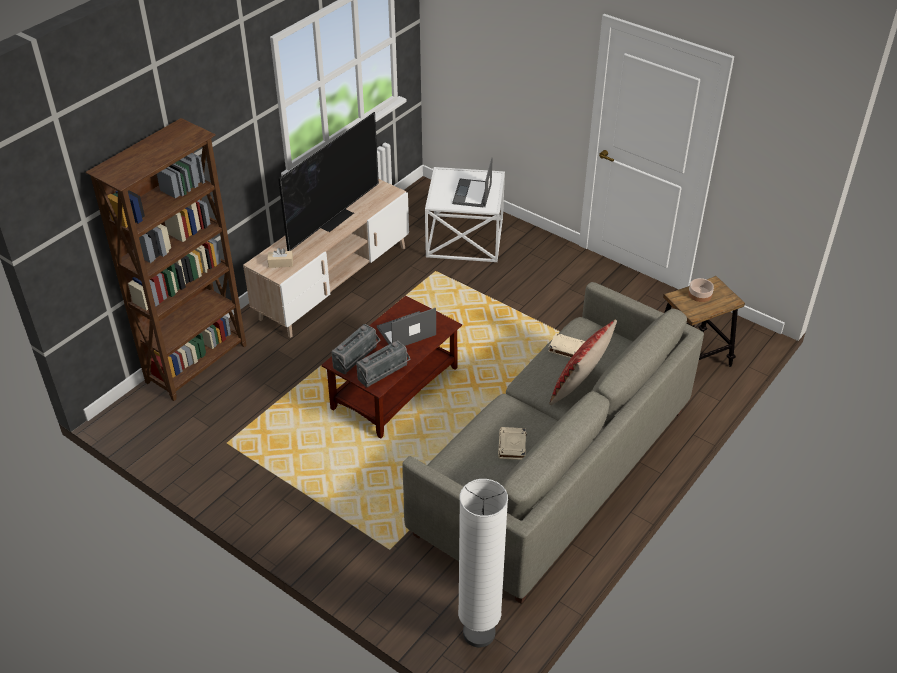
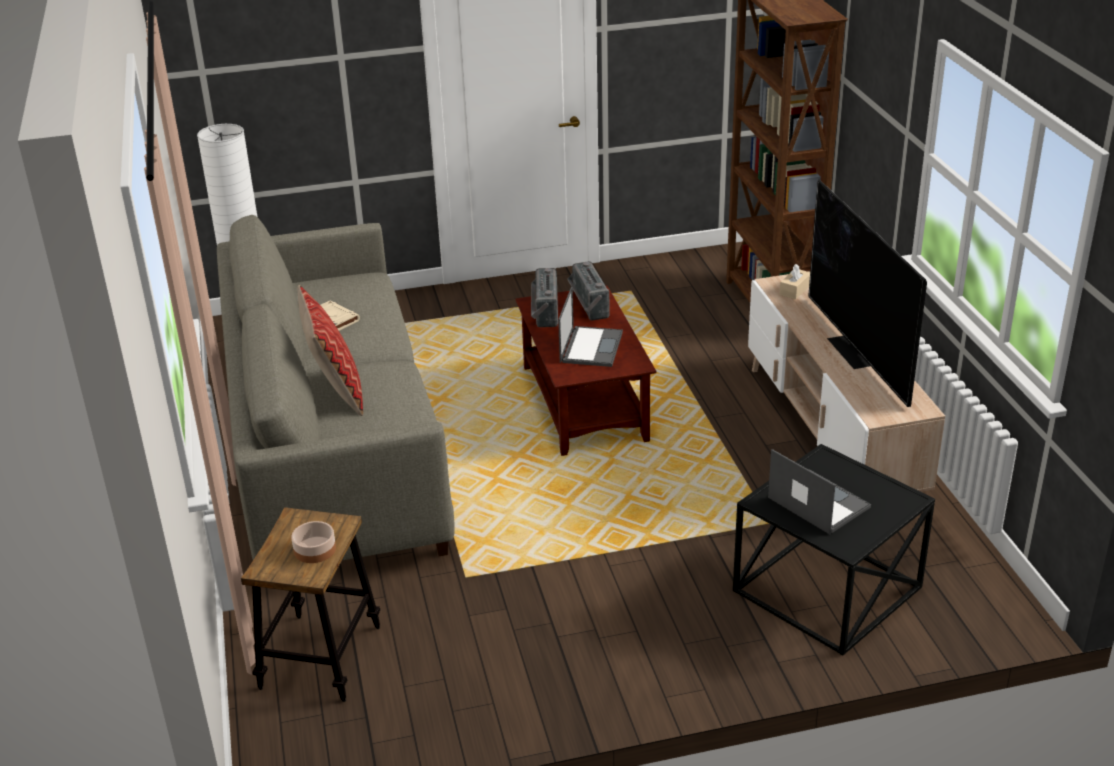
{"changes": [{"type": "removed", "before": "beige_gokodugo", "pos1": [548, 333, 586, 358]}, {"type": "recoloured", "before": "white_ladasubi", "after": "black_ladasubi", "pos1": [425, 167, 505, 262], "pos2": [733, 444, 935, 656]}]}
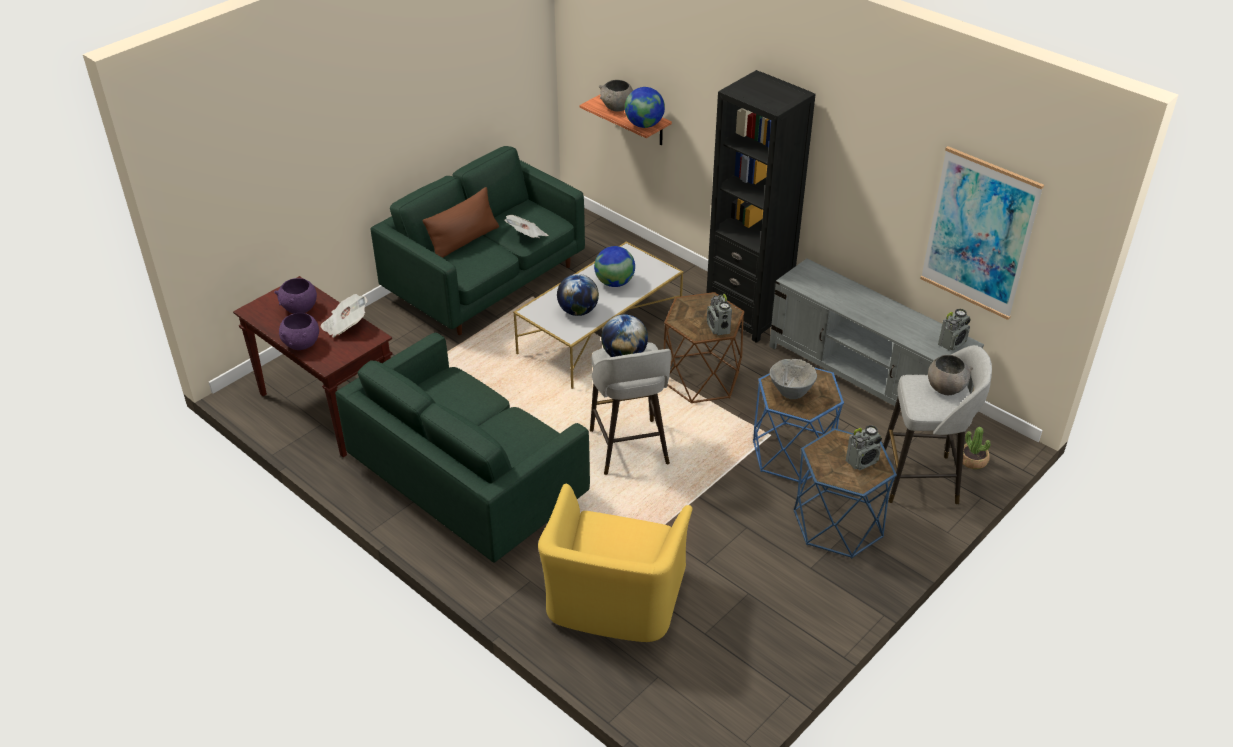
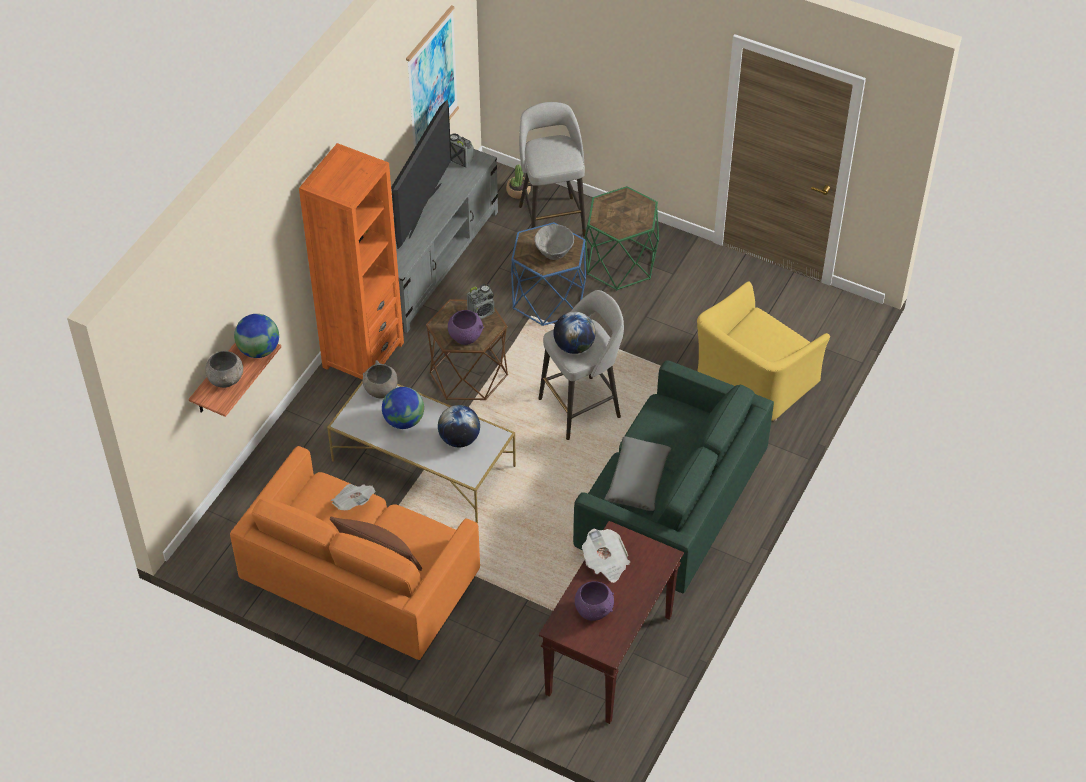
{"changes": [{"type": "removed", "before": "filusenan", "pos1": [846, 425, 882, 470]}, {"type": "added", "after": "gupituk", "pos2": [391, 99, 451, 249]}, {"type": "added", "after": "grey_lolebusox", "pos2": [605, 437, 671, 511]}, {"type": "moved", "before": "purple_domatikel", "pos1": [279, 313, 319, 350], "pos2": [448, 310, 484, 345]}, {"type": "moved", "before": "grey_domatikel", "pos1": [928, 355, 973, 395], "pos2": [362, 360, 398, 399]}, {"type": "recoloured", "before": "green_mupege", "after": "orange_mupege", "pos1": [370, 146, 585, 335], "pos2": [230, 446, 480, 660]}, {"type": "recoloured", "before": "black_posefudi", "after": "orange_posefudi", "pos1": [706, 70, 816, 343], "pos2": [299, 143, 404, 380]}, {"type": "recoloured", "before": "blue_ladasubi", "after": "green_ladasubi", "pos1": [793, 428, 897, 559], "pos2": [585, 186, 659, 291]}, {"type": "turned", "before": "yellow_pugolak", "pos1": [538, 484, 692, 642], "pos2": [697, 281, 830, 421], "turn": 135}]}
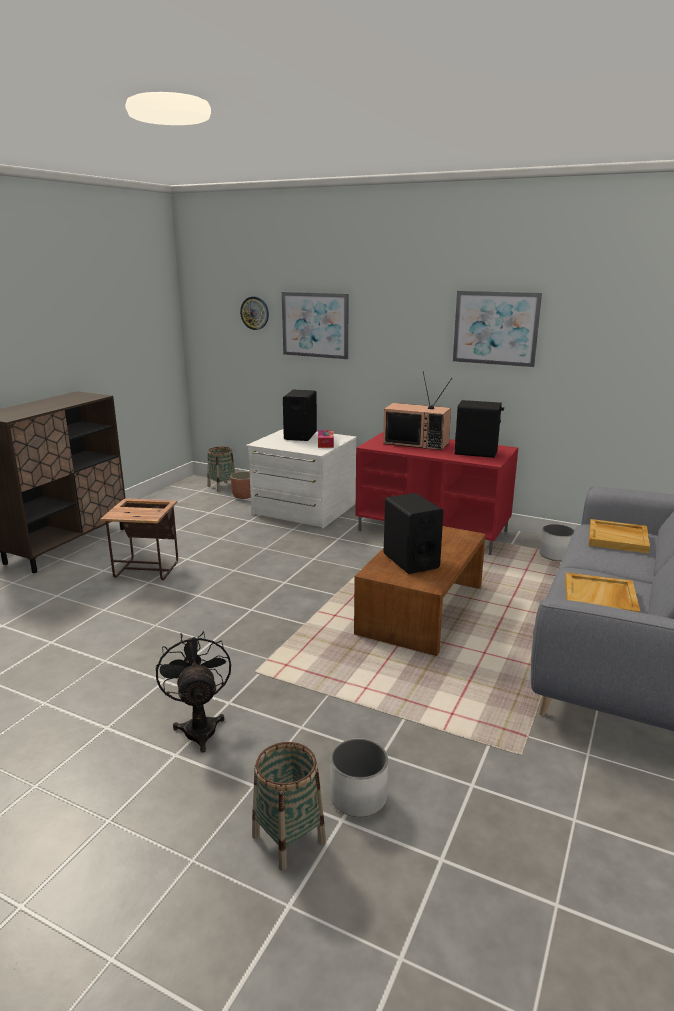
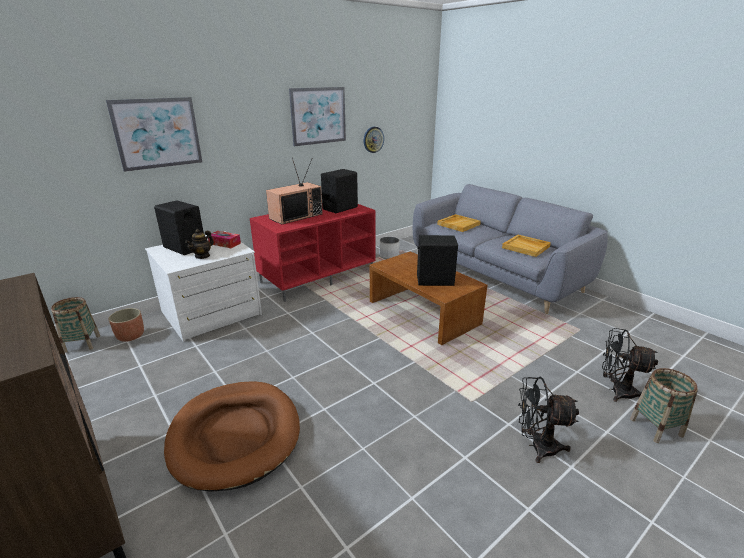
{"changes": [{"type": "added", "after": "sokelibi", "pos2": [185, 229, 214, 259]}, {"type": "moved", "before": "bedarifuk", "pos1": [240, 297, 269, 330], "pos2": [364, 127, 384, 153]}, {"type": "replaced", "before": "ladasubi", "after": "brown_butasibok", "pos1": [100, 498, 178, 580], "pos2": [164, 381, 300, 492]}, {"type": "replaced", "before": "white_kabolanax", "after": "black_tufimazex", "pos1": [330, 738, 388, 817], "pos2": [602, 328, 658, 402]}]}
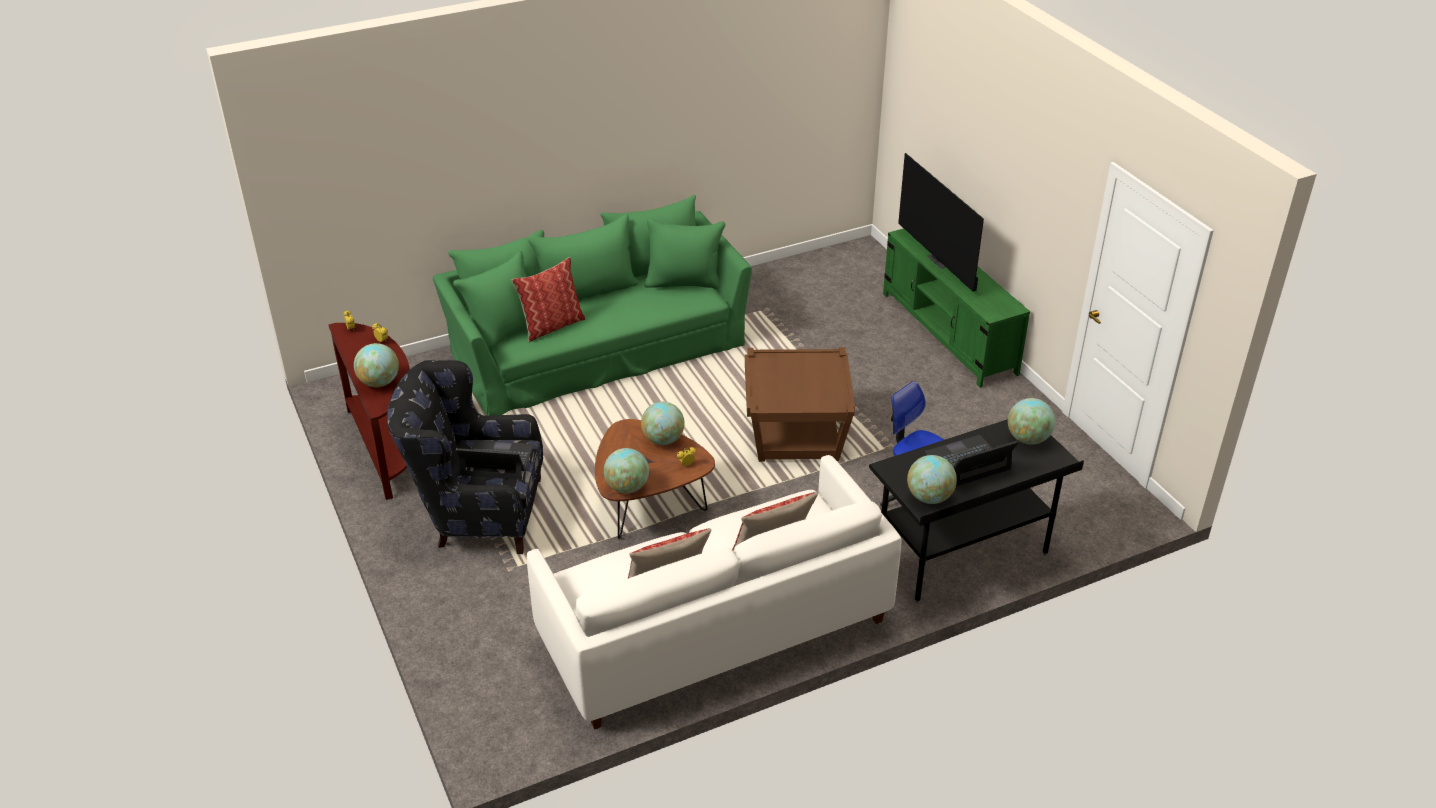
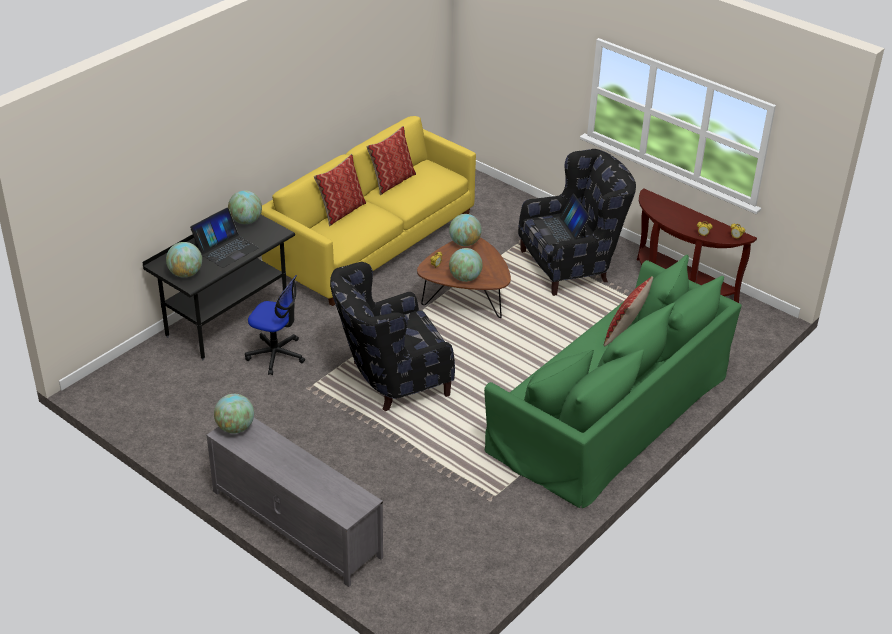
{"changes": [{"type": "removed", "before": "gupituk", "pos1": [898, 153, 984, 292]}, {"type": "moved", "before": "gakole", "pos1": [354, 343, 399, 387], "pos2": [214, 394, 254, 434]}, {"type": "replaced", "before": "brown_ladasubi", "after": "black_pugolak", "pos1": [745, 347, 855, 462], "pos2": [330, 262, 455, 412]}, {"type": "recoloured", "before": "white_mupege", "after": "yellow_mupege", "pos1": [527, 455, 902, 730], "pos2": [261, 116, 476, 306]}, {"type": "recoloured", "before": "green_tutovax", "after": "grey_tutovax", "pos1": [883, 228, 1030, 388], "pos2": [206, 418, 383, 587]}, {"type": "turned", "before": "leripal", "pos1": [456, 440, 534, 480], "pos2": [533, 193, 591, 245], "turn": 90}]}
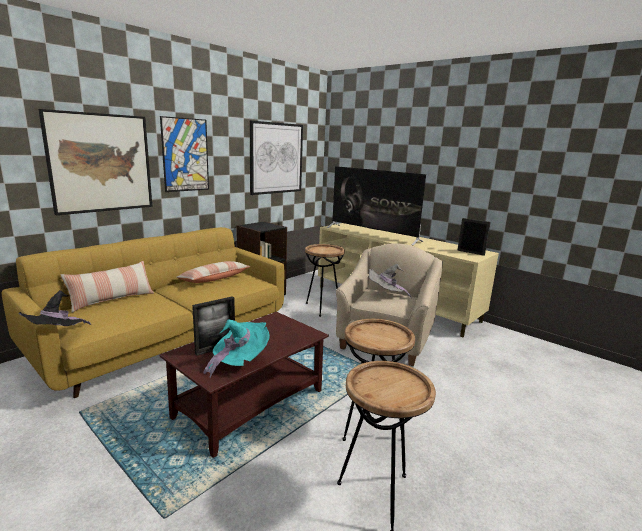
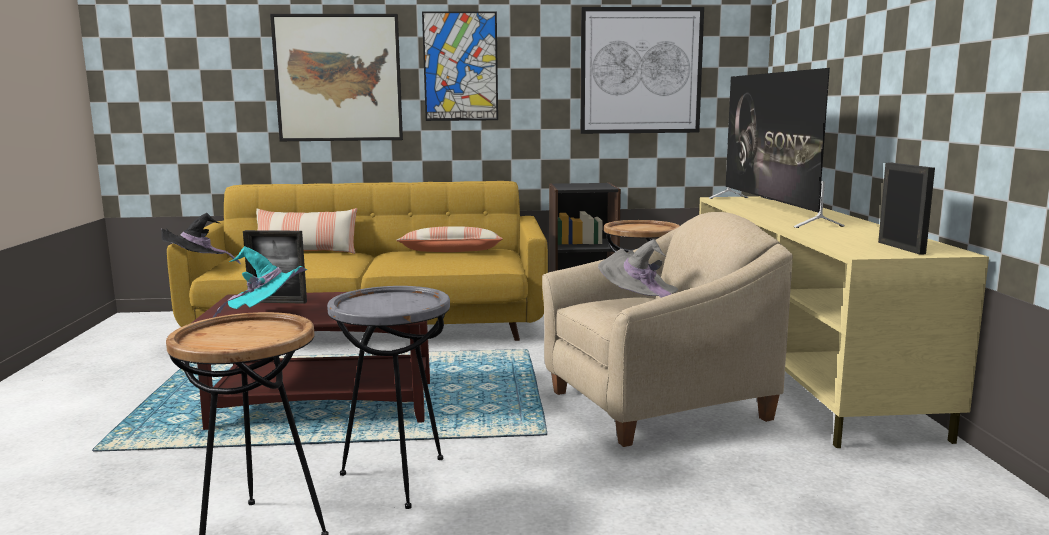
{"changes": [{"type": "recoloured", "before": "brown_ladasubi", "after": "grey_ladasubi", "pos1": [342, 319, 415, 441], "pos2": [327, 286, 450, 509]}]}
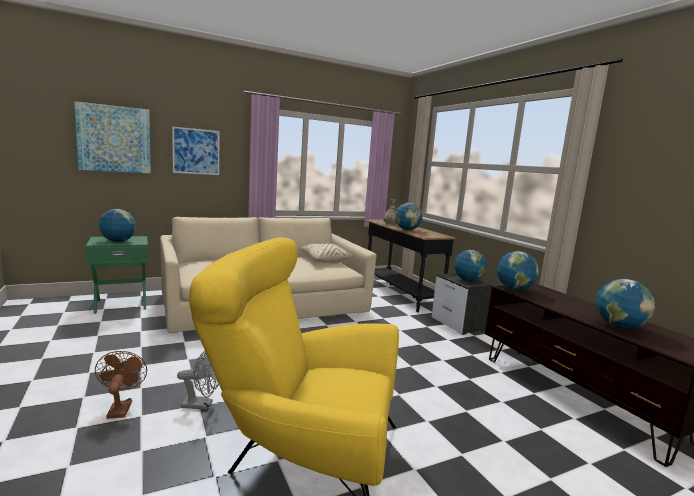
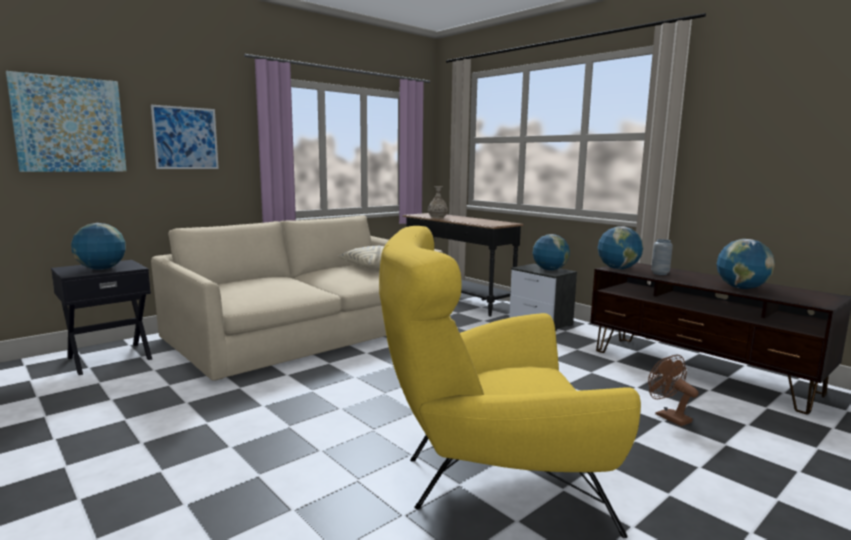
{"changes": [{"type": "removed", "before": "grey_tufimazex", "pos1": [177, 351, 219, 410]}, {"type": "removed", "before": "gakole", "pos1": [395, 203, 423, 230]}, {"type": "added", "after": "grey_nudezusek", "pos2": [651, 239, 673, 275]}, {"type": "moved", "before": "brown_tufimazex", "pos1": [95, 351, 147, 419], "pos2": [648, 355, 699, 426]}, {"type": "recoloured", "before": "green_ladasubi", "after": "black_ladasubi", "pos1": [86, 236, 148, 314], "pos2": [51, 260, 152, 375]}]}
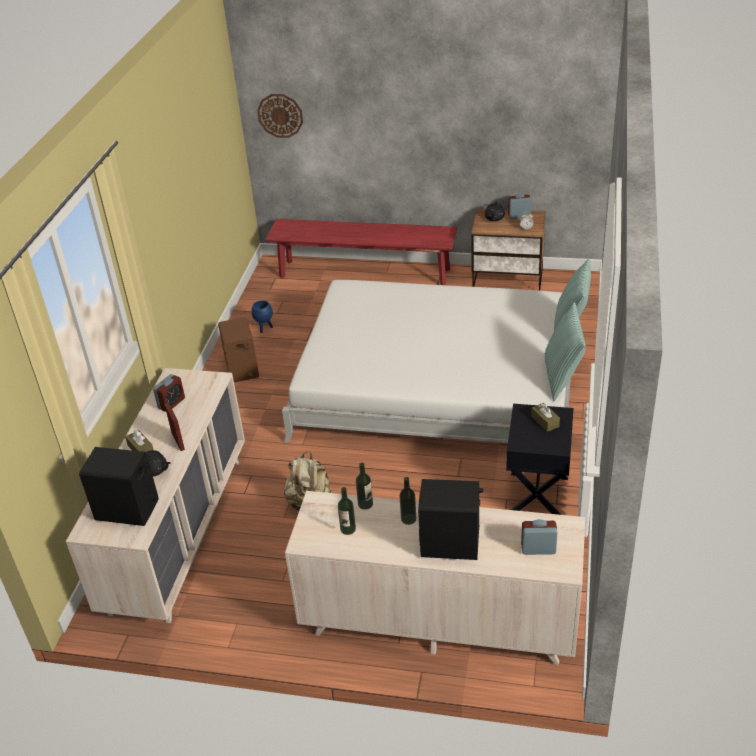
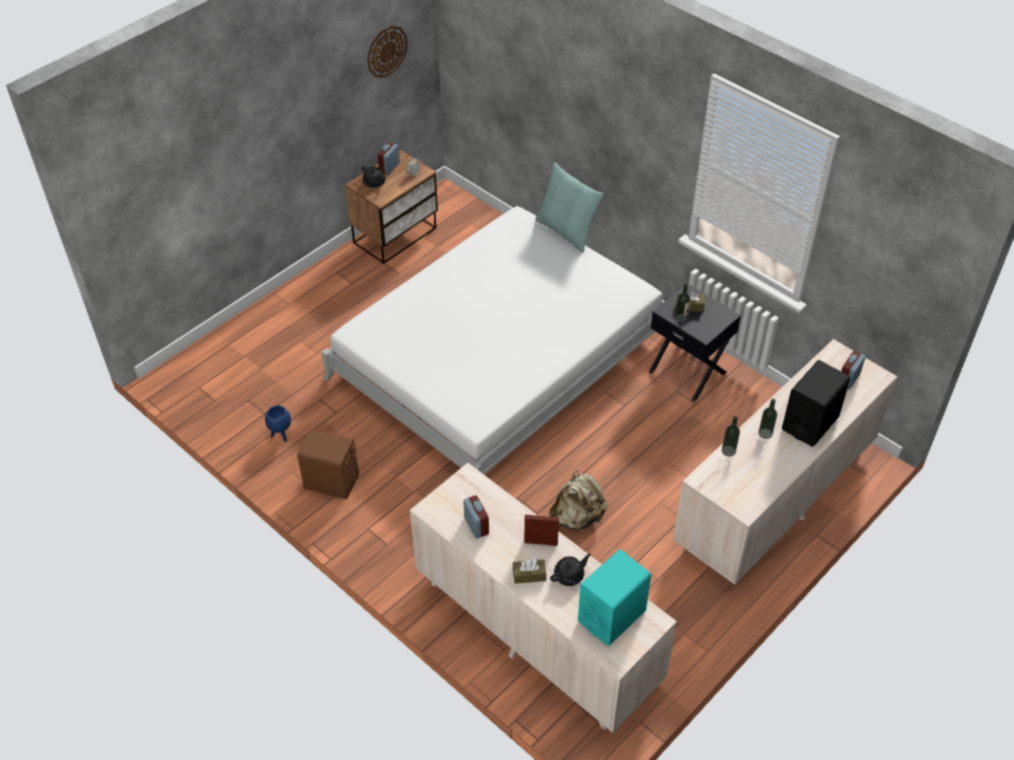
{"changes": [{"type": "removed", "before": "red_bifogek", "pos1": [265, 219, 458, 285]}, {"type": "removed", "before": "lolebusox", "pos1": [545, 302, 586, 401]}, {"type": "moved", "before": "bedarifuk", "pos1": [257, 94, 303, 138], "pos2": [367, 26, 408, 78]}, {"type": "moved", "before": "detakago", "pos1": [338, 487, 356, 535], "pos2": [675, 284, 690, 323]}, {"type": "recoloured", "before": "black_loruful", "after": "turquoise_loruful", "pos1": [79, 447, 159, 526], "pos2": [578, 549, 651, 646]}]}
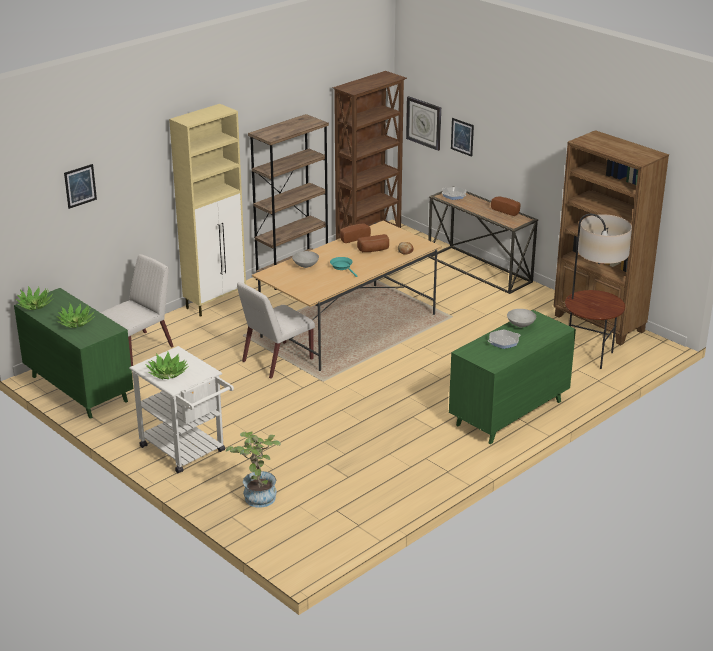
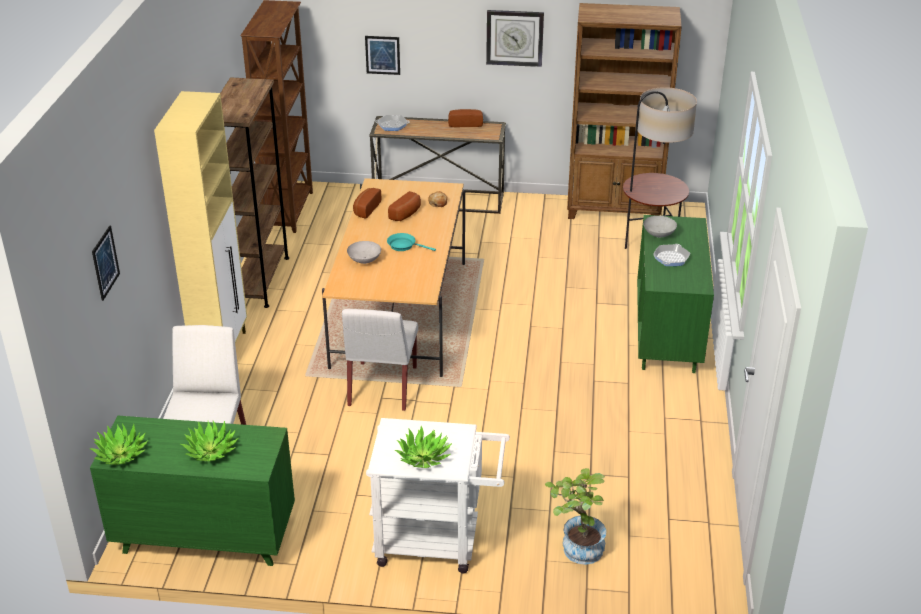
{"changes": [{"type": "moved", "before": "bedarifuk", "pos1": [406, 96, 441, 151], "pos2": [486, 10, 544, 67]}]}
